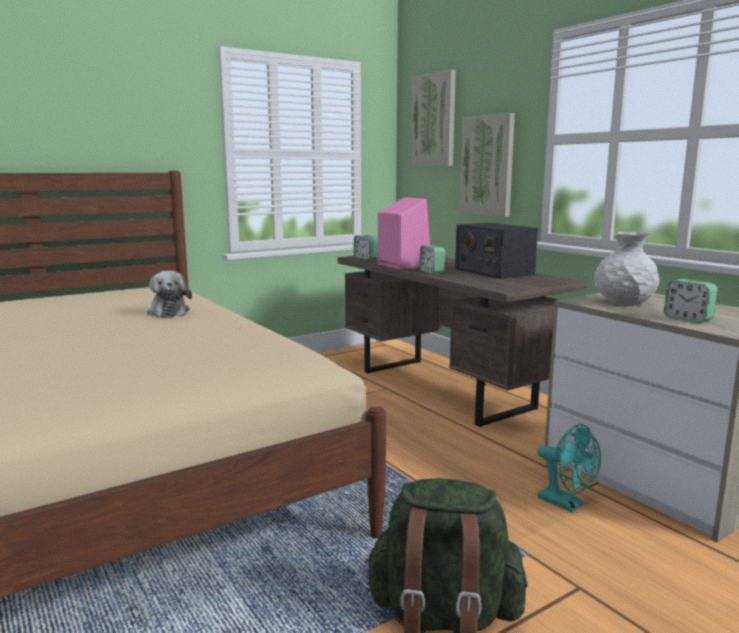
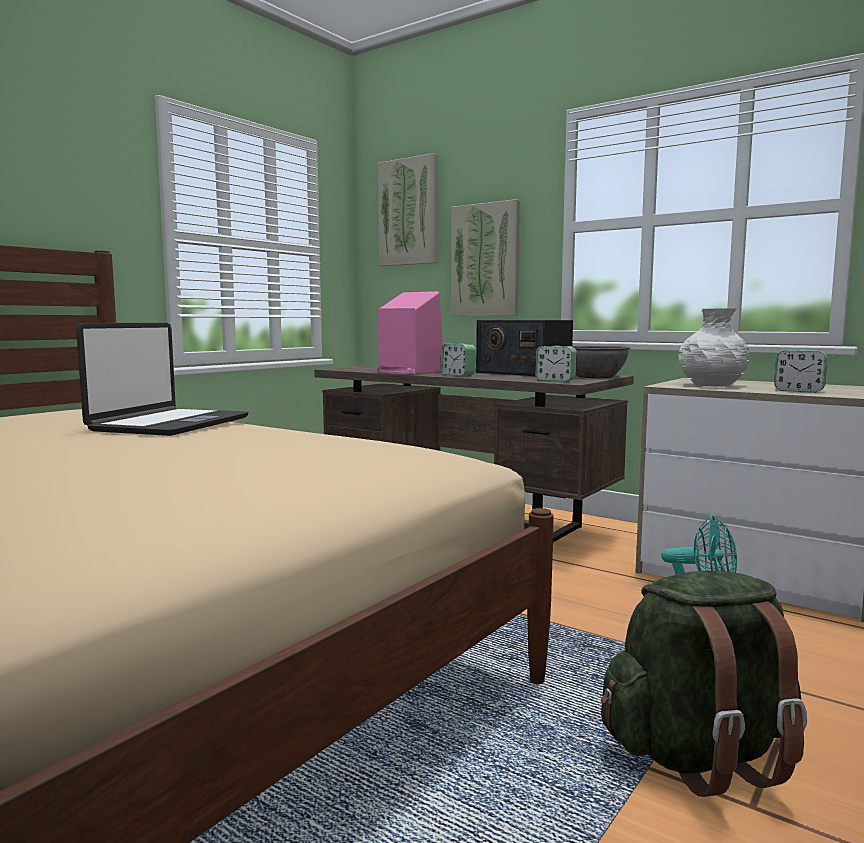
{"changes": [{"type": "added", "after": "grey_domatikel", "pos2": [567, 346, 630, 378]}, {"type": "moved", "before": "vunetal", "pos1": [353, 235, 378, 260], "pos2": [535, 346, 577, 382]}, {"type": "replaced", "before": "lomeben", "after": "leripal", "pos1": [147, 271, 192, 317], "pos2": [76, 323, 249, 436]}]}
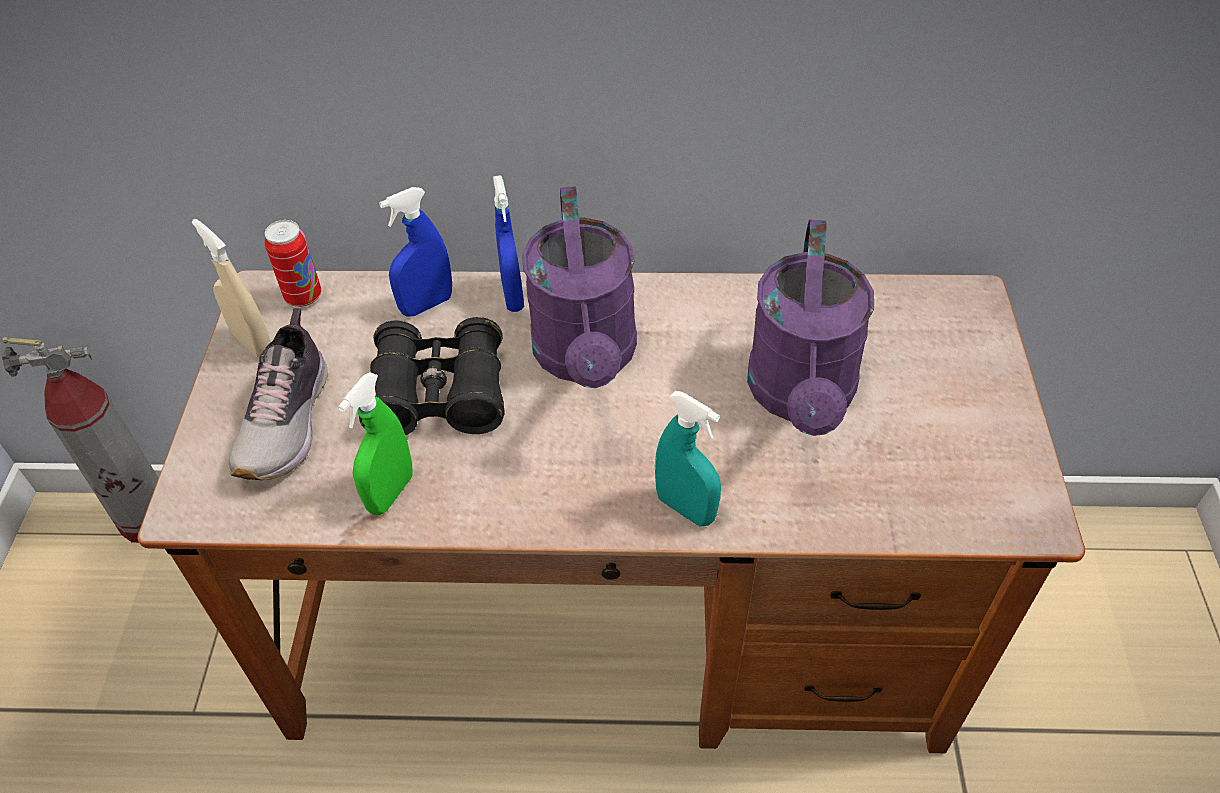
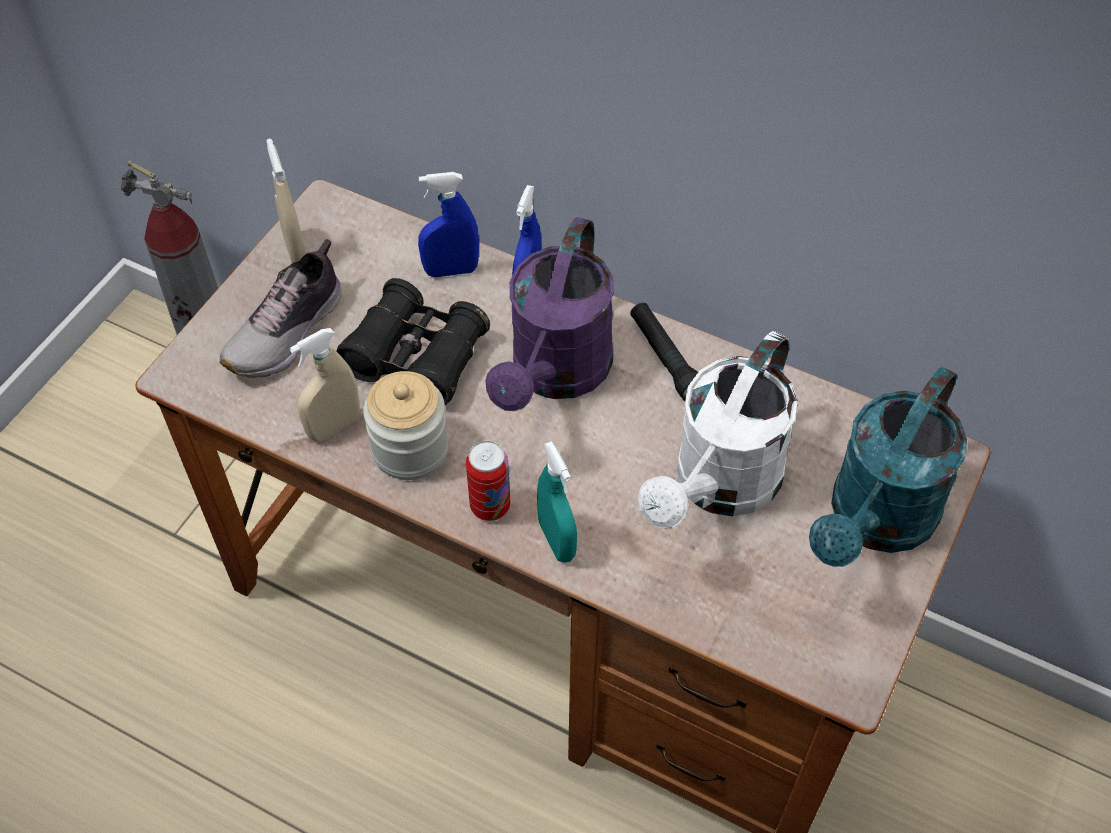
{"changes": [{"type": "added", "after": "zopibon", "pos2": [363, 371, 449, 480]}, {"type": "added", "after": "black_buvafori", "pos2": [630, 303, 698, 401]}, {"type": "added", "after": "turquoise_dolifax", "pos2": [809, 367, 967, 567]}, {"type": "moved", "before": "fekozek", "pos1": [265, 220, 321, 307], "pos2": [466, 441, 510, 521]}, {"type": "recoloured", "before": "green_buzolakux", "after": "beige_buzolakux", "pos1": [338, 372, 413, 515], "pos2": [290, 328, 360, 441]}, {"type": "recoloured", "before": "purple_dolifax", "after": "white_dolifax", "pos1": [747, 220, 874, 436], "pos2": [638, 331, 798, 529]}]}
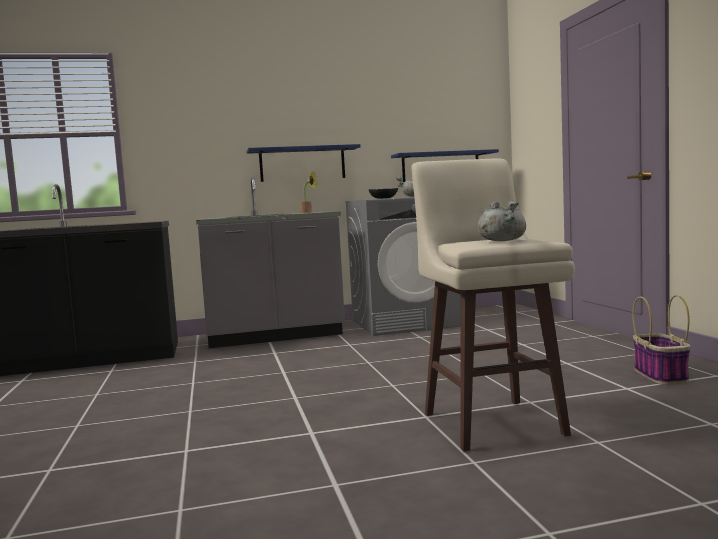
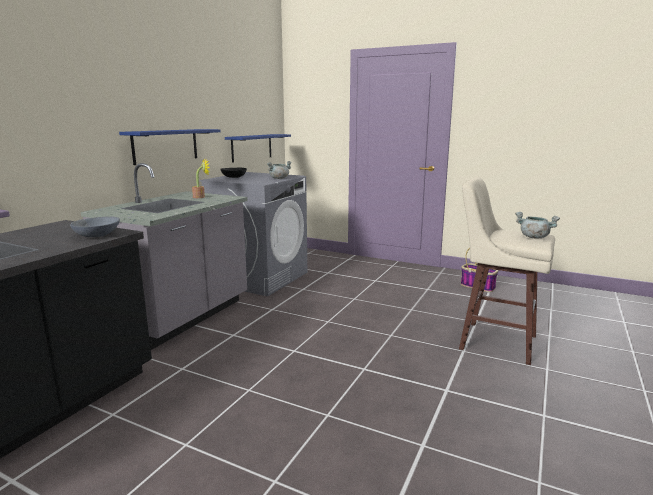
{"changes": [{"type": "added", "after": "grey_domatikel", "pos2": [70, 216, 120, 237]}]}
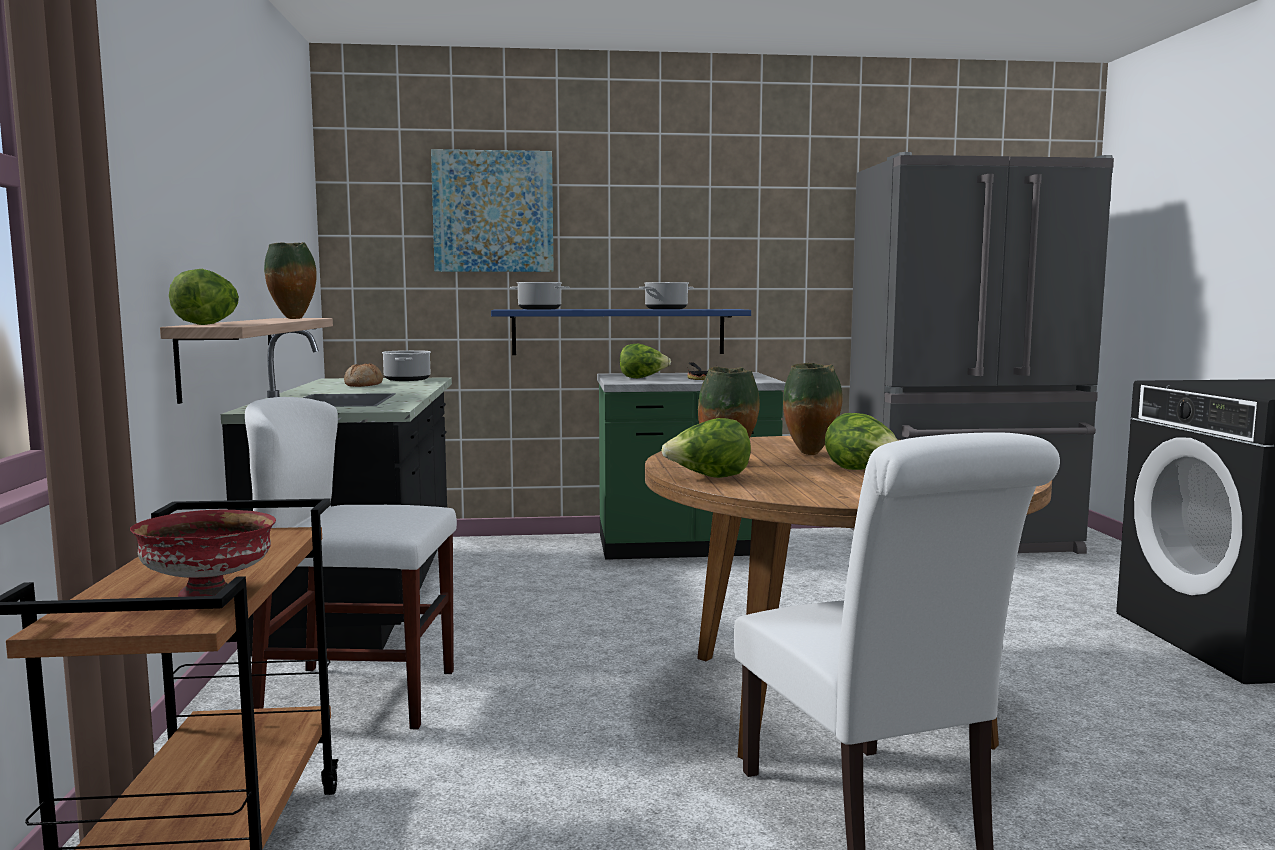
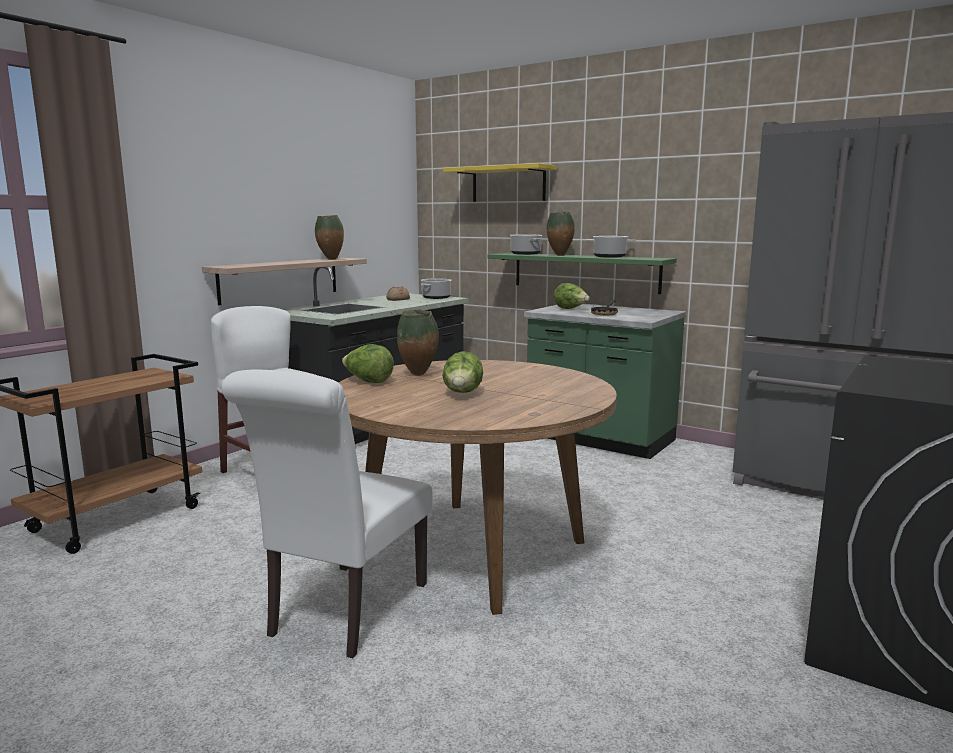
{"changes": [{"type": "removed", "before": "red_domatikel", "pos1": [130, 510, 276, 597]}, {"type": "removed", "before": "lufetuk", "pos1": [169, 269, 239, 325]}, {"type": "moved", "before": "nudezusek", "pos1": [783, 363, 843, 455], "pos2": [547, 211, 575, 256]}, {"type": "replaced", "before": "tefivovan", "after": "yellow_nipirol", "pos1": [431, 149, 554, 272], "pos2": [443, 163, 557, 202]}, {"type": "recoloured", "before": "blue_nipirol", "after": "green_nipirol", "pos1": [491, 309, 751, 355], "pos2": [487, 253, 677, 294]}]}
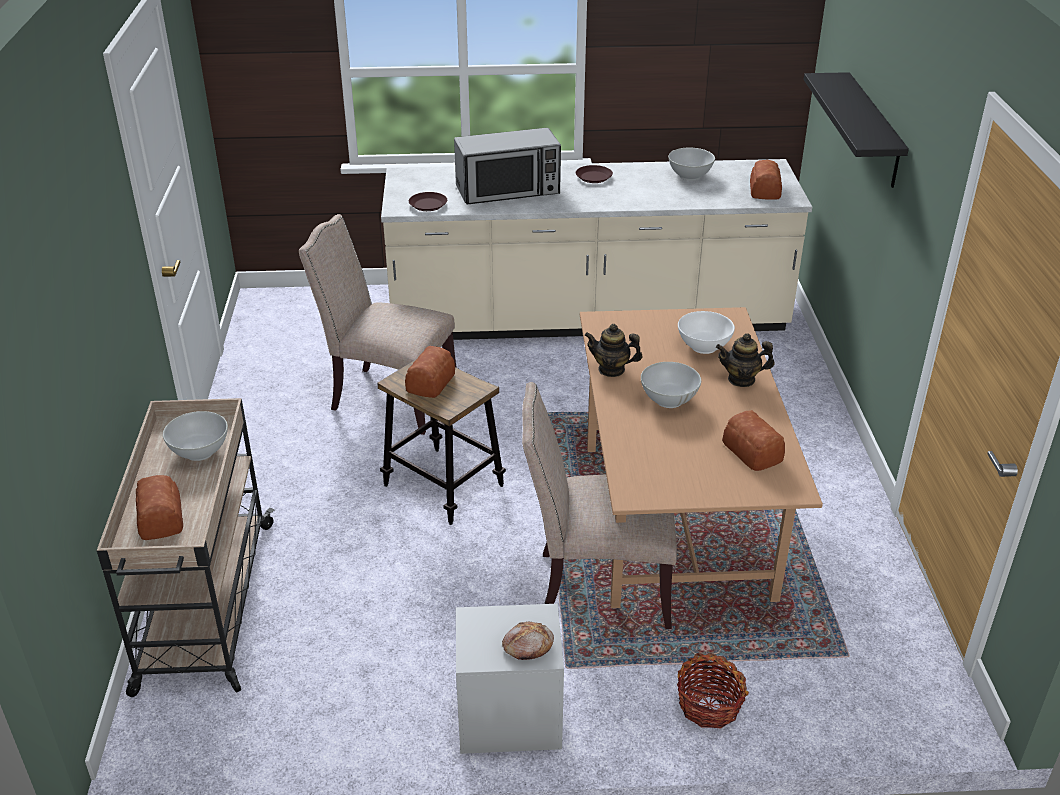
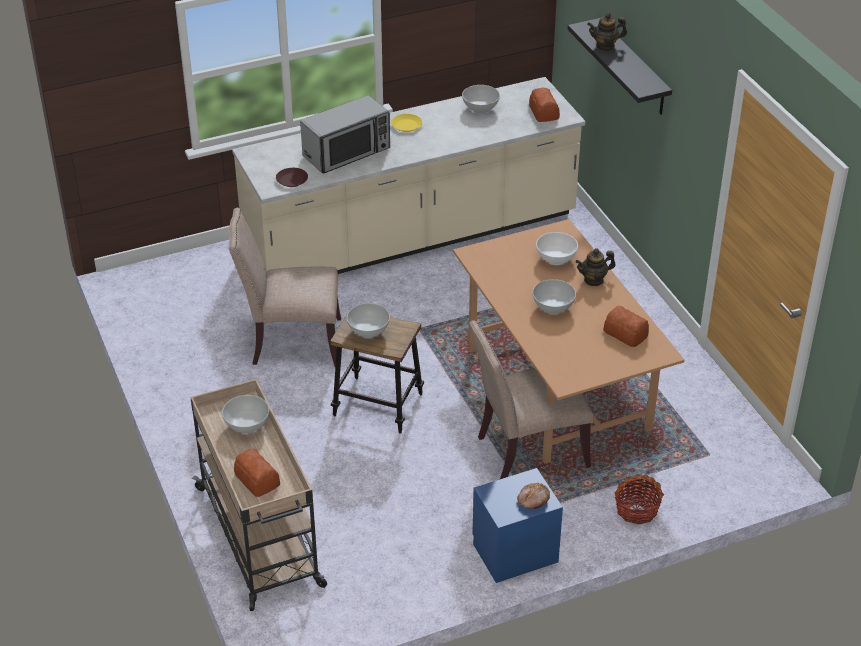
{"changes": [{"type": "moved", "before": "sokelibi", "pos1": [584, 324, 642, 377], "pos2": [587, 13, 627, 51]}, {"type": "replaced", "before": "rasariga", "after": "white_domatikel", "pos1": [405, 346, 455, 398], "pos2": [346, 303, 390, 338]}, {"type": "recoloured", "before": "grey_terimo", "after": "blue_terimo", "pos1": [456, 604, 564, 754], "pos2": [472, 468, 563, 583]}, {"type": "recoloured", "before": "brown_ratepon", "after": "yellow_ratepon", "pos1": [576, 165, 613, 183], "pos2": [392, 114, 422, 132]}]}
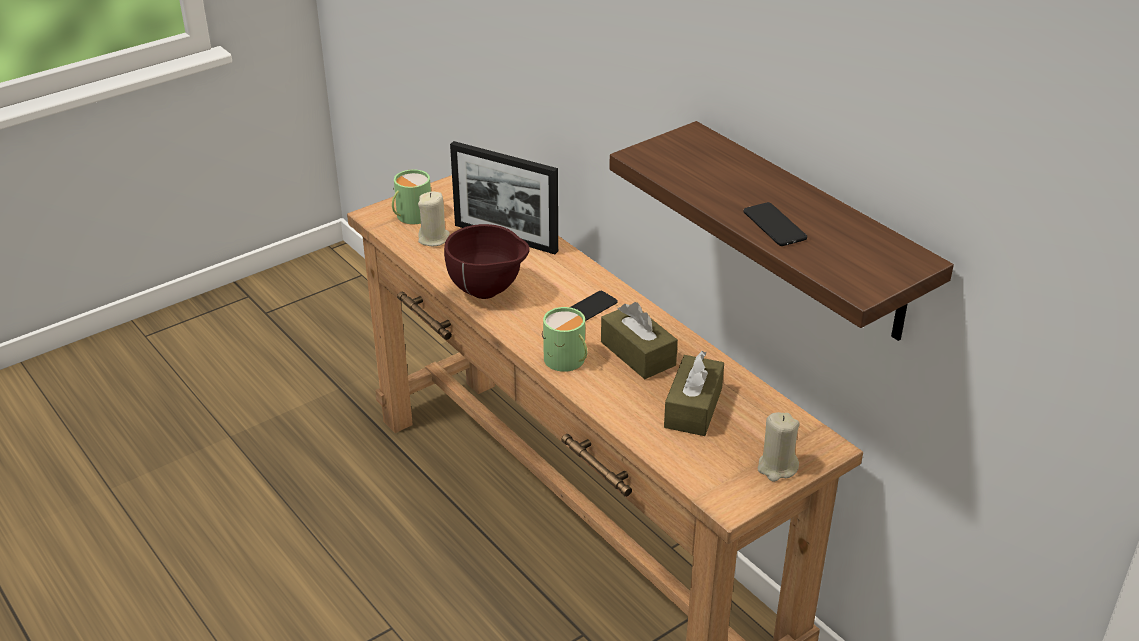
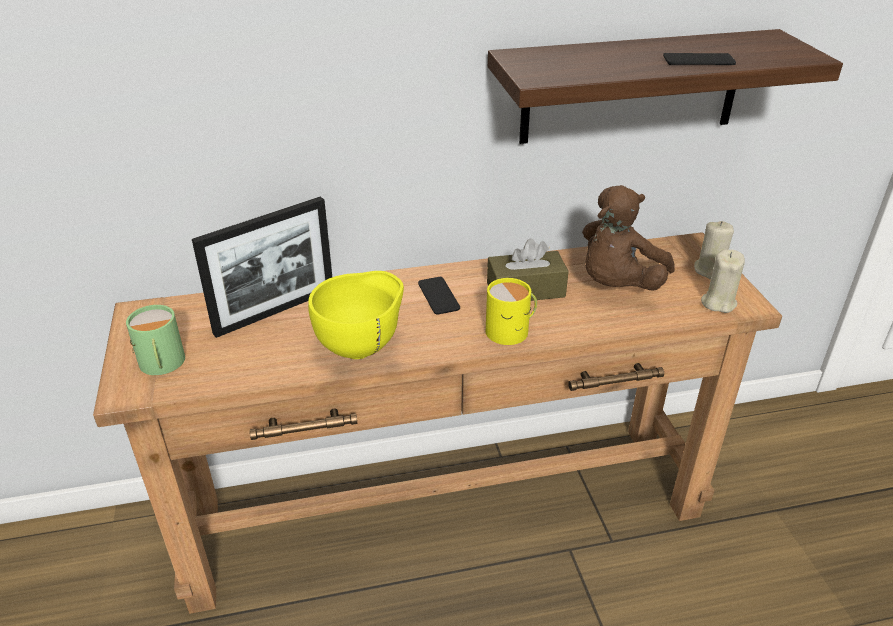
{"changes": [{"type": "moved", "before": "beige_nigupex", "pos1": [418, 191, 450, 246], "pos2": [701, 250, 745, 313]}, {"type": "replaced", "before": "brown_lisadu", "after": "brown_lomeben", "pos1": [664, 351, 724, 436], "pos2": [582, 185, 674, 290]}, {"type": "recoloured", "before": "brown_domatikel", "after": "yellow_domatikel", "pos1": [444, 224, 530, 299], "pos2": [308, 271, 404, 359]}, {"type": "recoloured", "before": "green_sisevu", "after": "yellow_sisevu", "pos1": [542, 307, 587, 372], "pos2": [486, 278, 537, 345]}]}
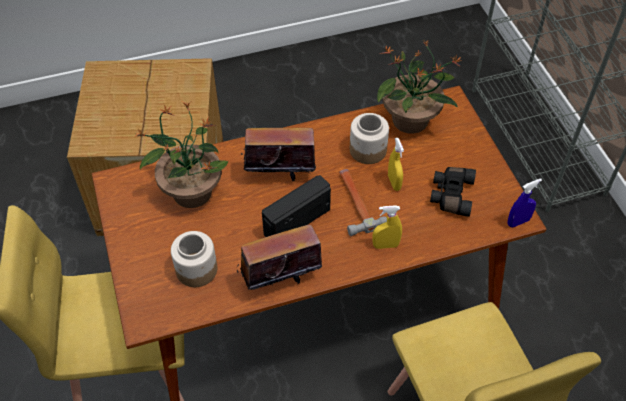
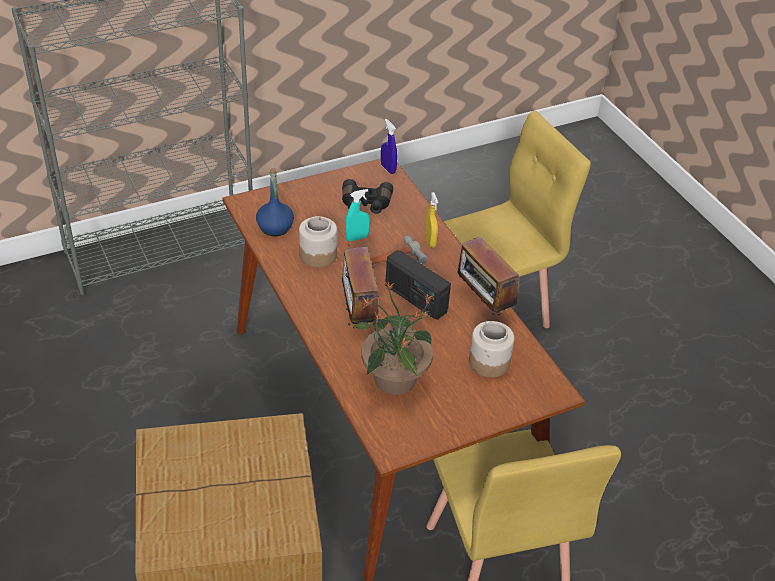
{"changes": [{"type": "replaced", "before": "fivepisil", "after": "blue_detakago", "pos1": [377, 41, 462, 134], "pos2": [256, 168, 294, 236]}, {"type": "recoloured", "before": "yellow_buzolakux", "after": "turquoise_buzolakux", "pos1": [388, 138, 404, 191], "pos2": [345, 189, 370, 241]}]}
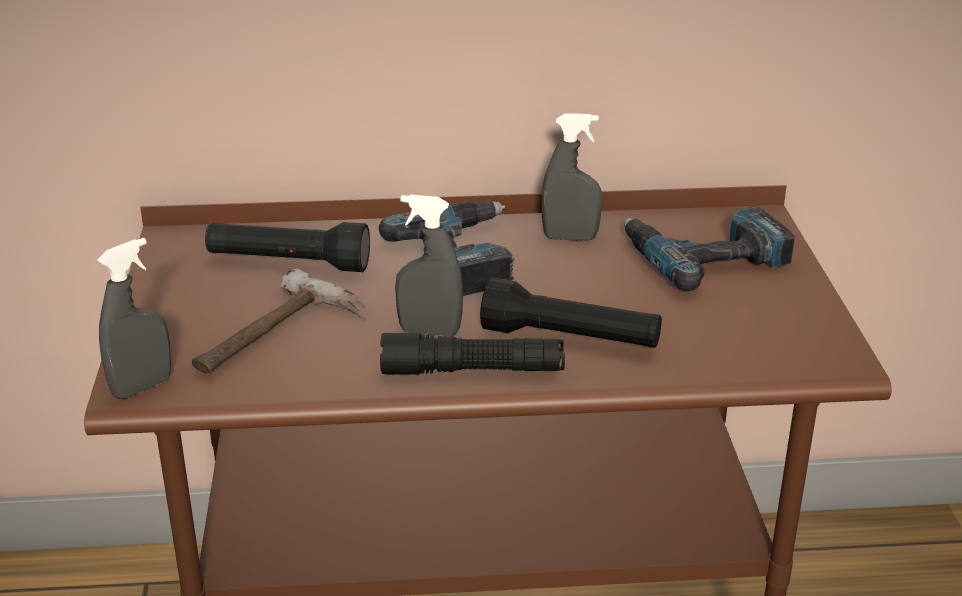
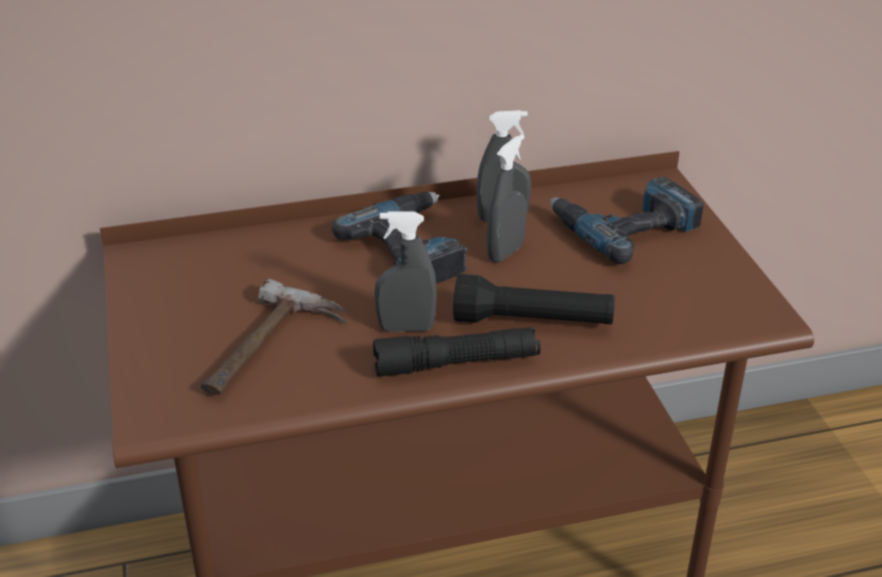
{"changes": [{"type": "removed", "before": "black_buvafori", "pos1": [205, 222, 370, 272]}, {"type": "moved", "before": "grey_buzolakux", "pos1": [97, 238, 171, 399], "pos2": [487, 134, 527, 263]}]}
